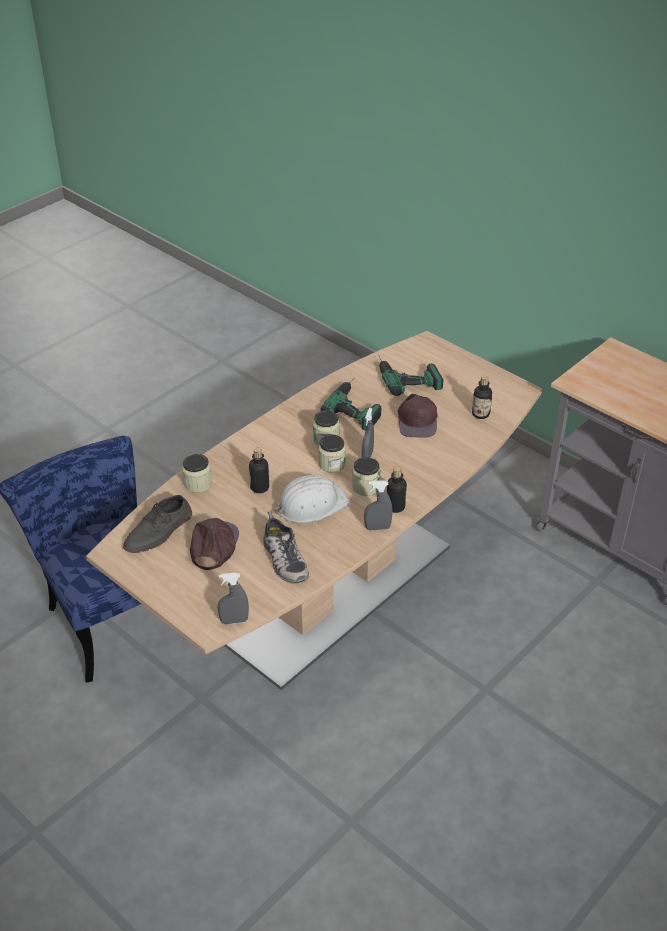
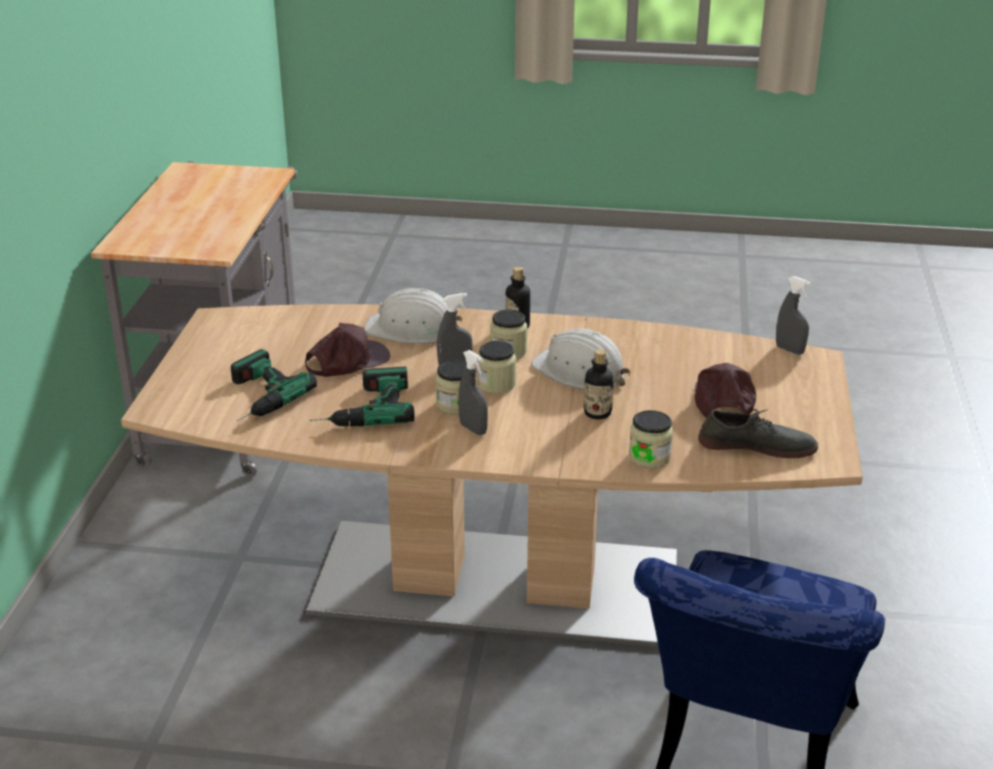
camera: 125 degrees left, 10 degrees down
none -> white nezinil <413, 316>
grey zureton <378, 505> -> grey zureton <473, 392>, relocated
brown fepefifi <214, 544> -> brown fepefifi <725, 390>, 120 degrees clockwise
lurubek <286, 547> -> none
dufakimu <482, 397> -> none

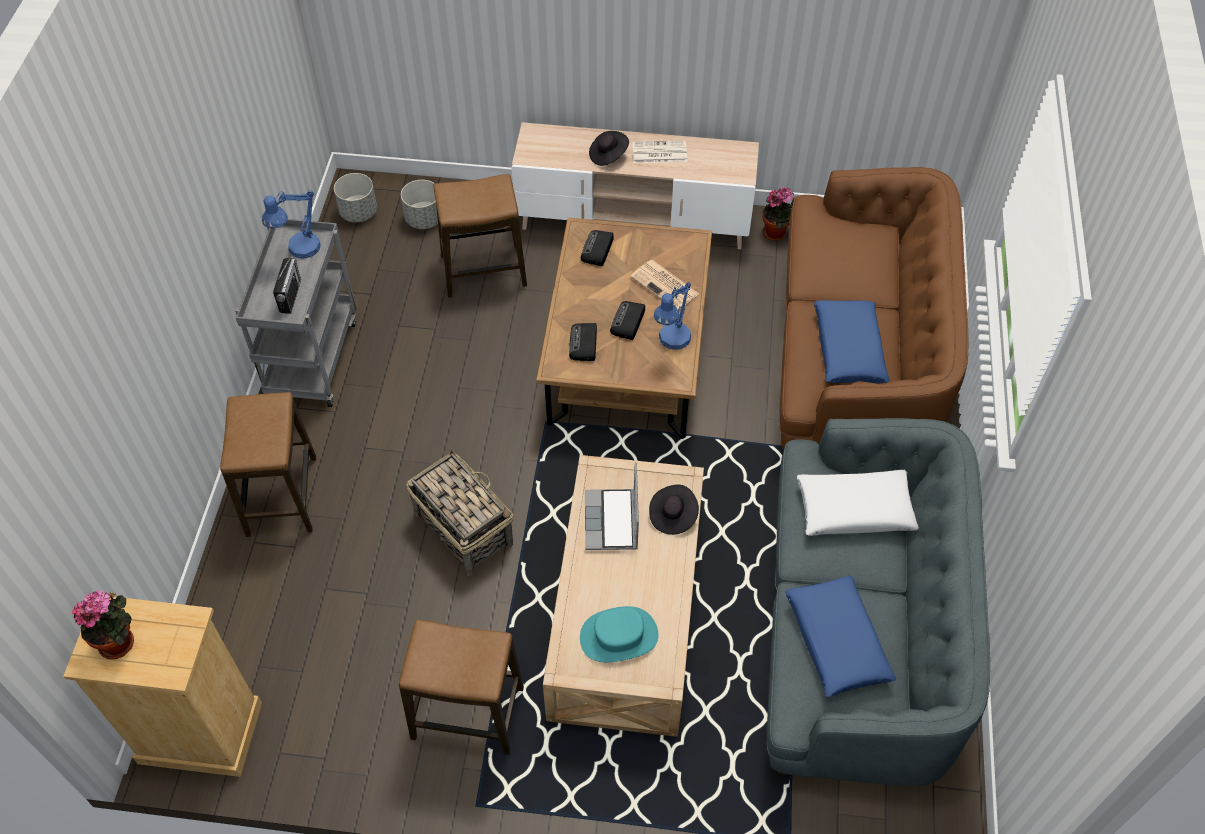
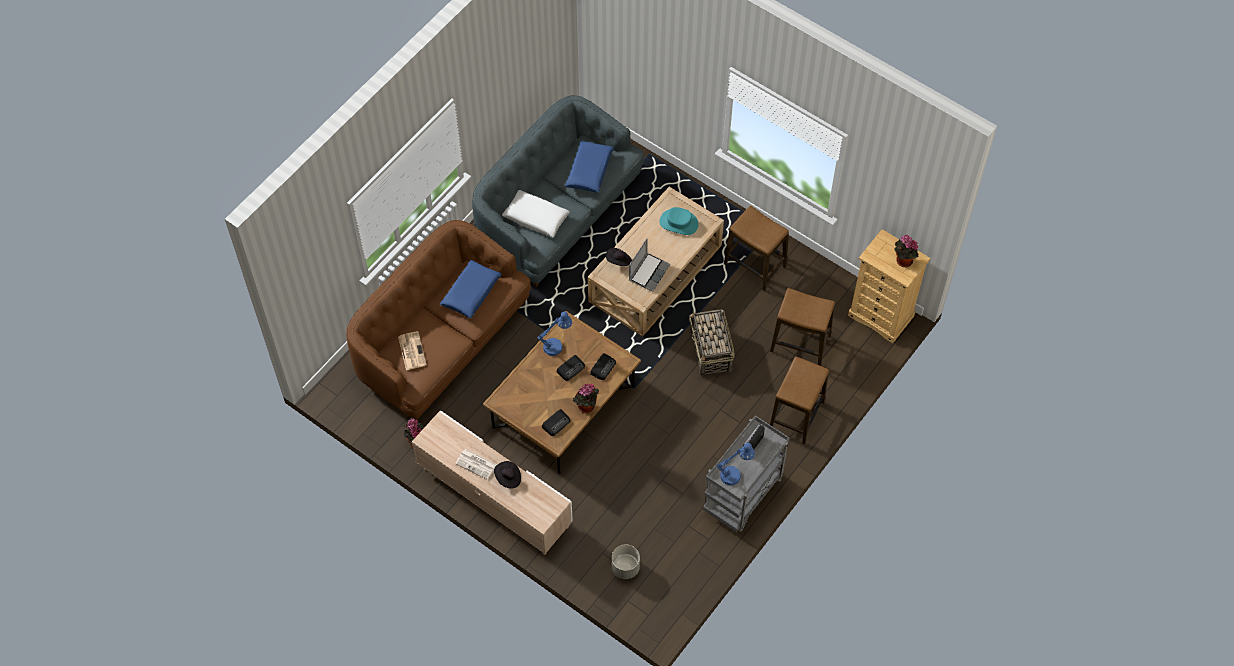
camera: 150 degrees left, 5 degrees up
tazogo <664, 284> -> tazogo <412, 350>, relocated
none -> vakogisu <585, 398>
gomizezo <480, 236> -> gomizezo <802, 327>, relocated
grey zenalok <355, 197> -> none

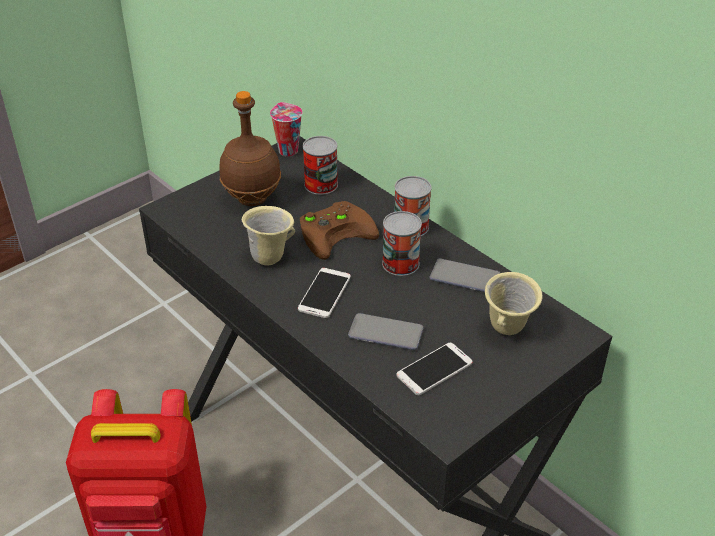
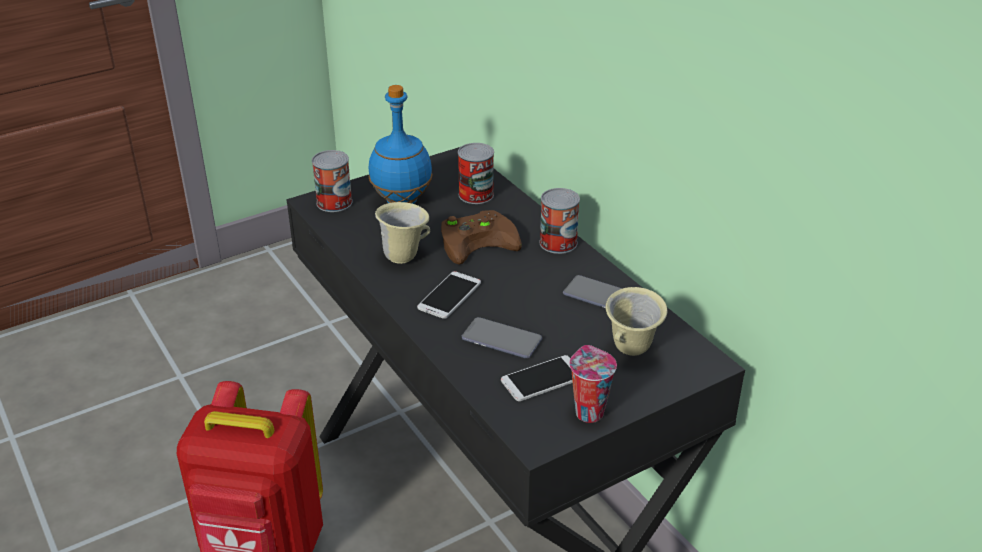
camera: 10 degrees right, 5 degrees down
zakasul <402, 243> -> zakasul <332, 181>, relocated
brown dufakimu <250, 148> -> blue dufakimu <401, 144>
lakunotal <286, 129> -> lakunotal <593, 384>, relocated

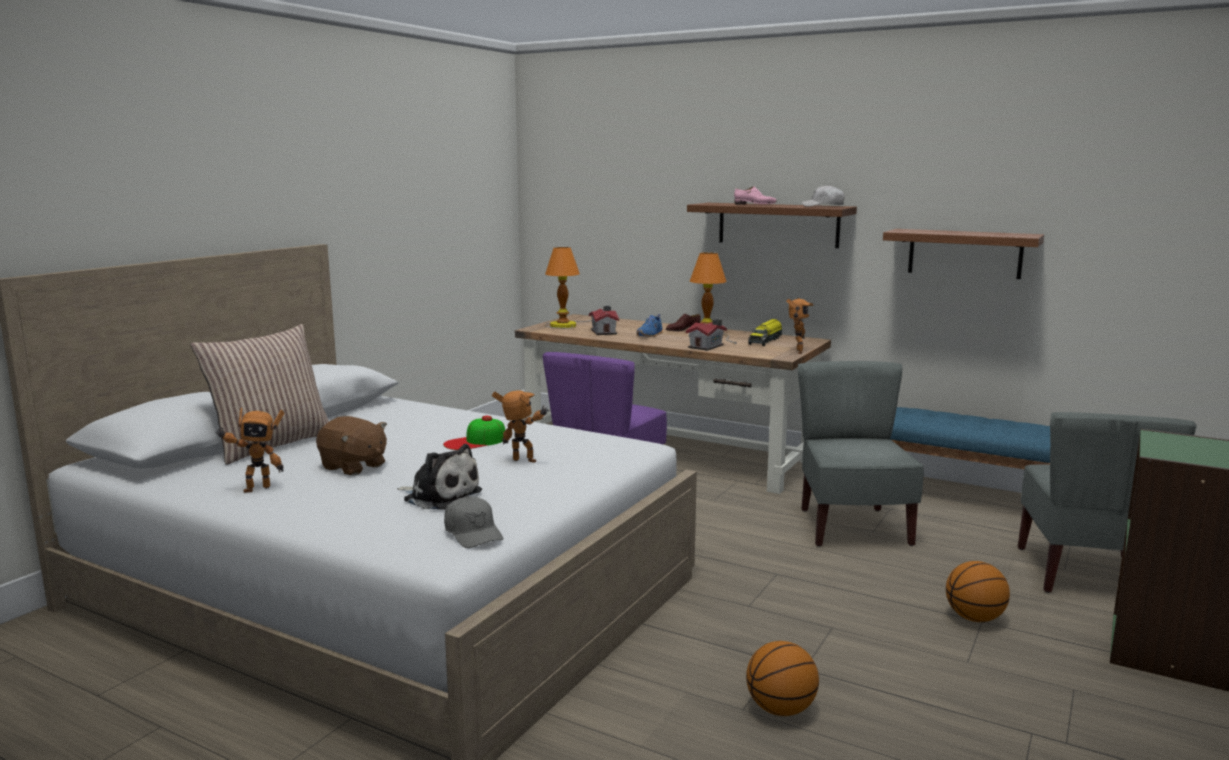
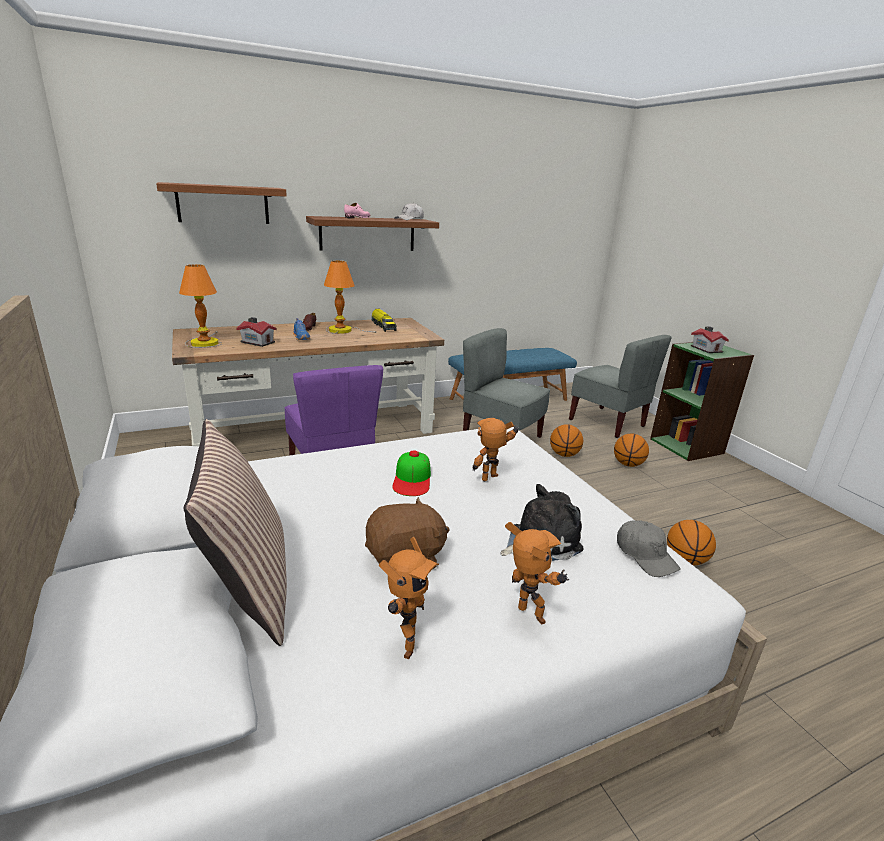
camera: 55 degrees left, 10 degrees up
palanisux <963, 254> -> palanisux <221, 203>, relocated
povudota <800, 326> -> povudota <537, 573>, relocated
none -> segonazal <566, 440>
grey fepefifi <474, 522> -> grey fepefifi <649, 548>, 60 degrees clockwise
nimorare <706, 335> -> nimorare <710, 339>, relocated

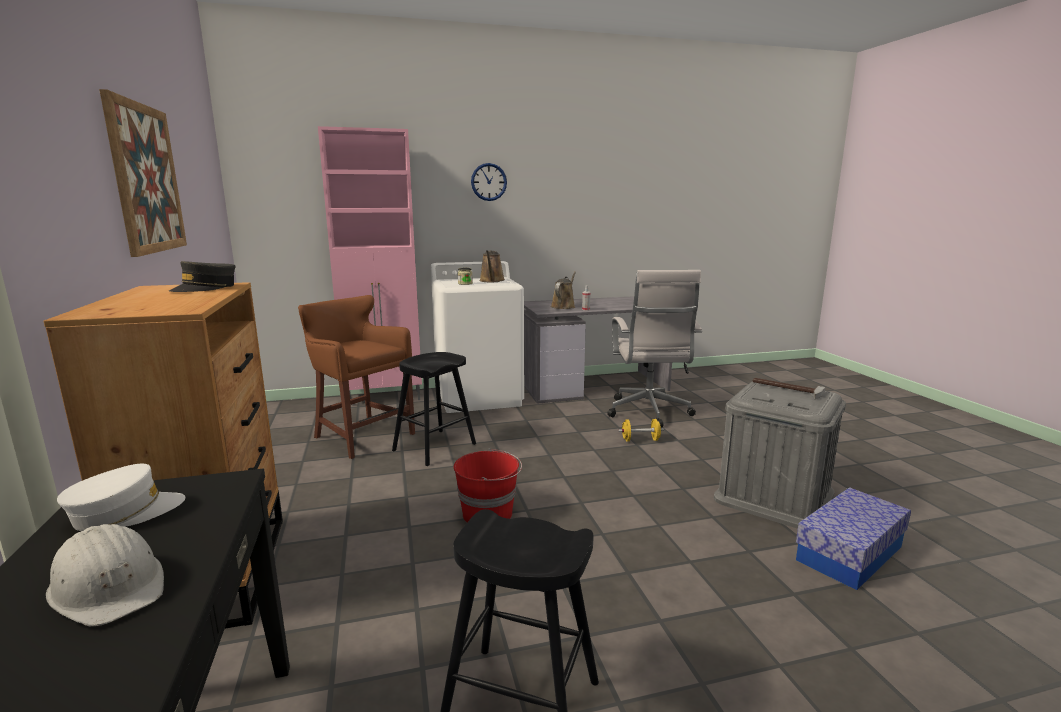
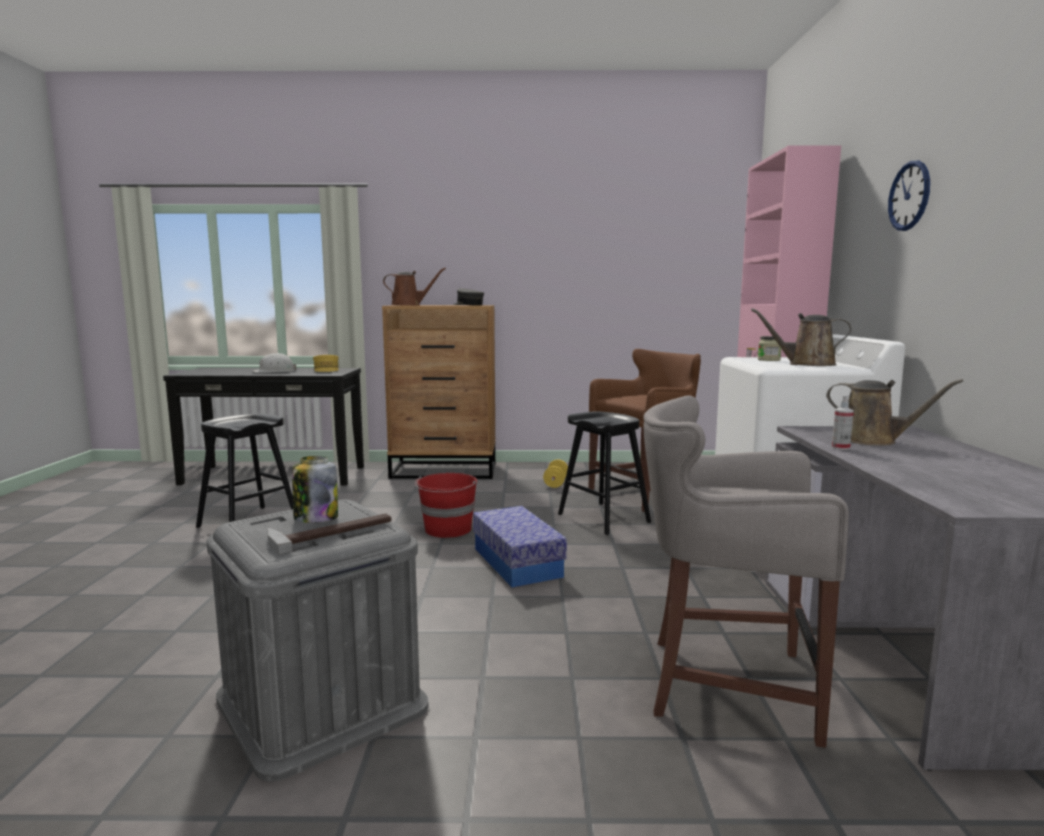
camera: 105 degrees right, 5 degrees down
none -> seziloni <315, 489>
white fepefifi <121, 497> -> yellow fepefifi <326, 363>
none -> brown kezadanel <414, 286>
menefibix <853, 538> -> menefibix <520, 547>, relocated
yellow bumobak <641, 430> -> yellow bumobak <555, 474>, relocated
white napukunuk <654, 348> -> grey gomizezo <746, 571>
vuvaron <143, 173> -> none

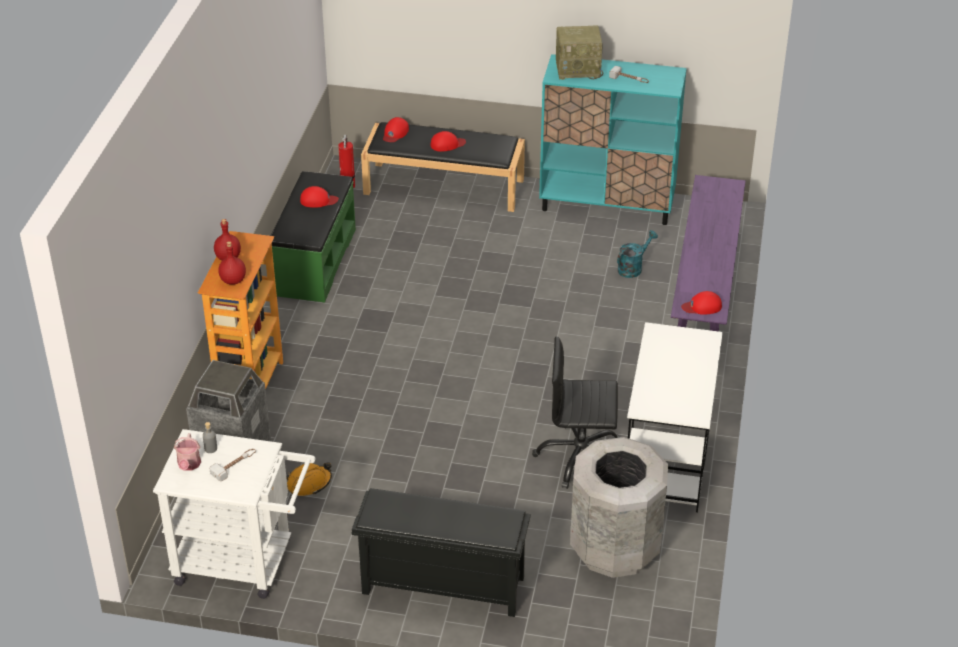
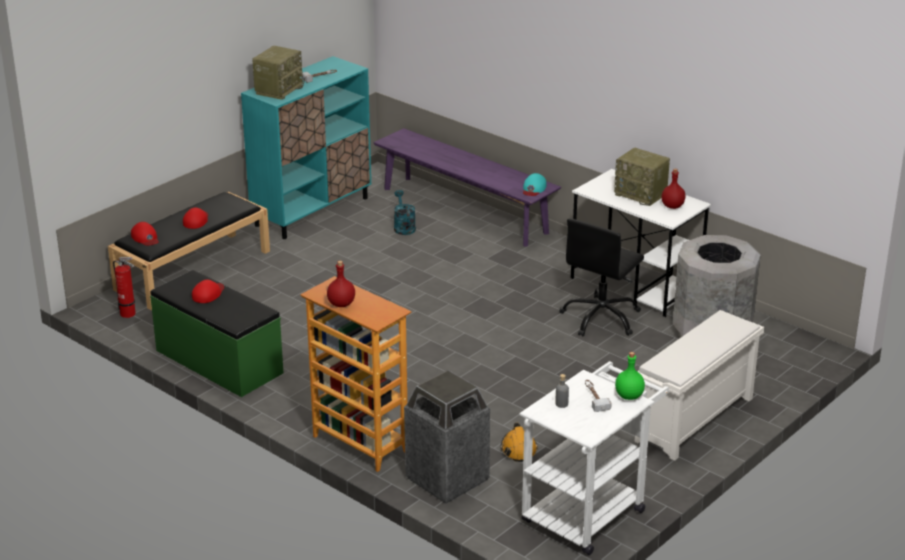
camera: 60 degrees left, 10 degrees down
red fepefifi <701, 303> -> turquoise fepefifi <534, 184>
none -> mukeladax <642, 177>
none -> green dufakimu <630, 376>
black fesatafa <441, 552> -> white fesatafa <699, 385>
red dufakimu <232, 263> -> red dufakimu <673, 189>, relocated
kezadanel <187, 452> -> none

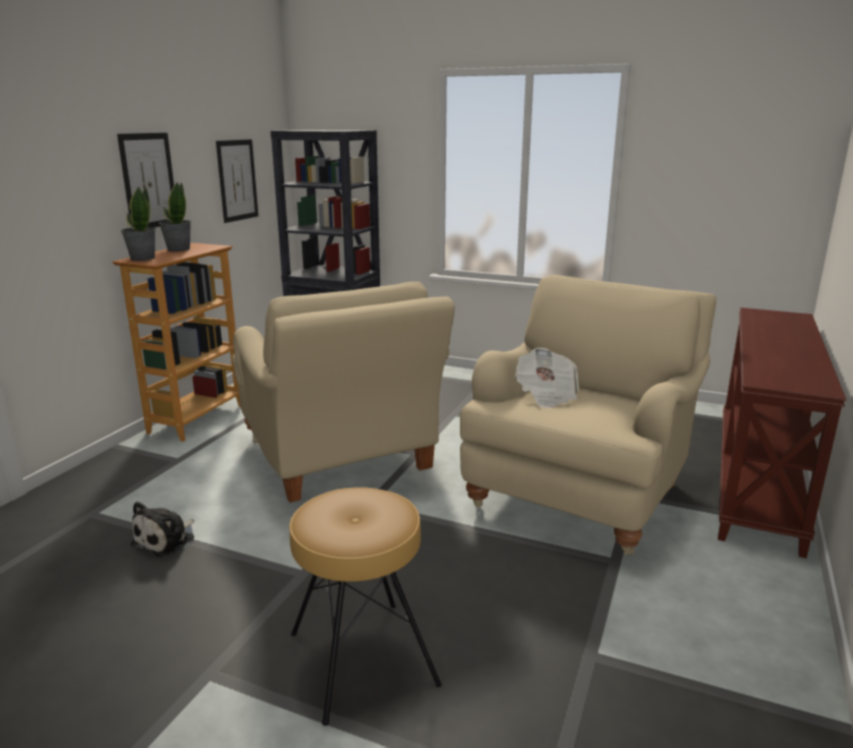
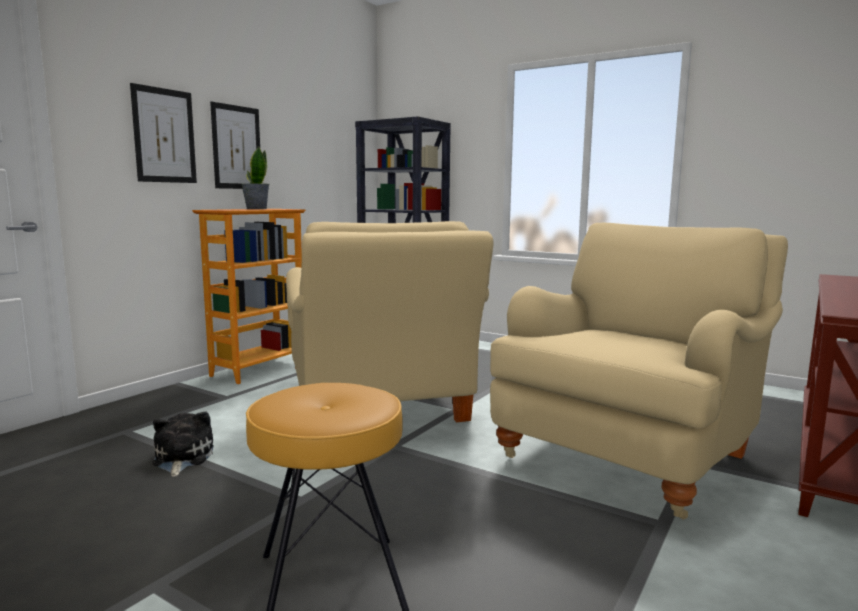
camera: 10 degrees right, 10 degrees down
vuvaron <237, 181> -> vuvaron <163, 133>, relocated
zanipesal <162, 529> -> zanipesal <183, 444>, 135 degrees clockwise
vakogisu <138, 224> -> none
tazogo <547, 378> -> none

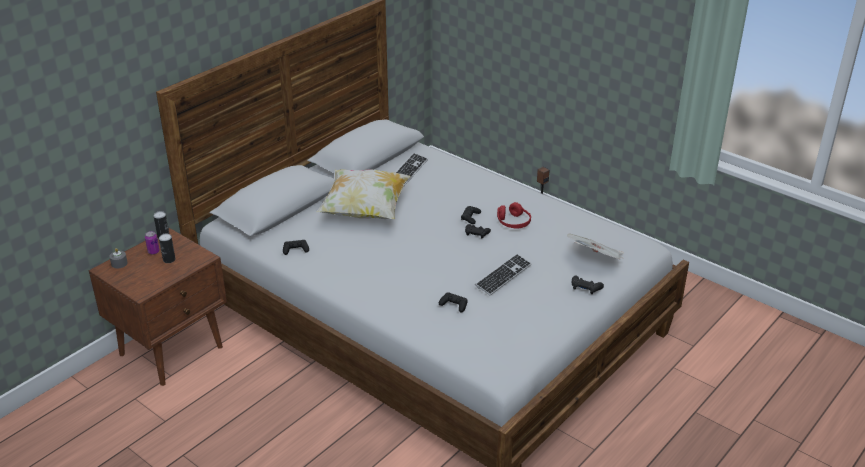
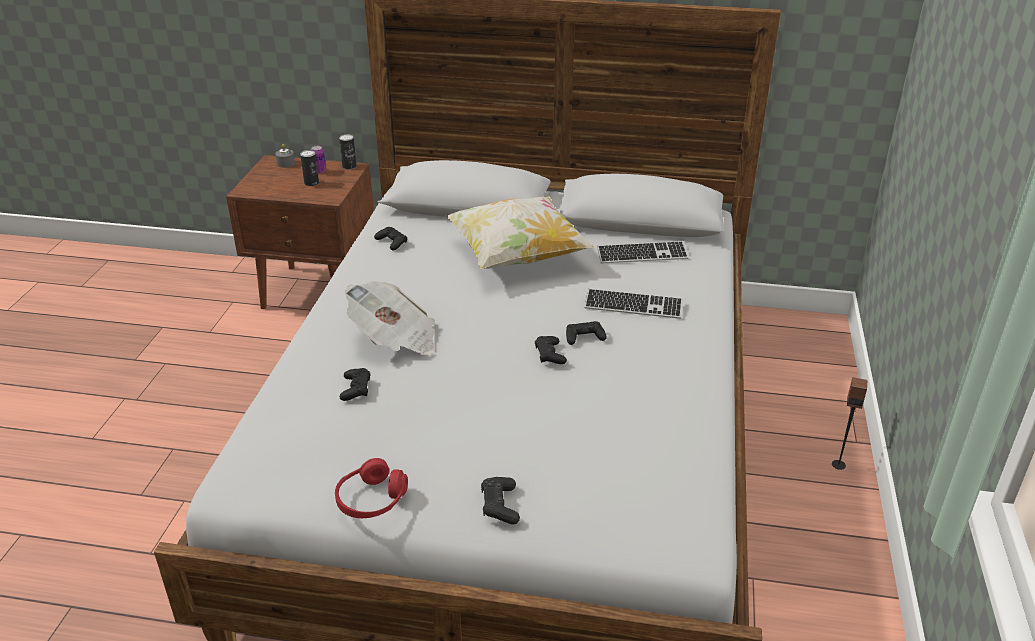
camera: 60 degrees right, 0 degrees up
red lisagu <514, 215> -> red lisagu <371, 488>, relocated
tazogo <595, 247> -> tazogo <390, 318>, relocated
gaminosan <503, 274> -> gaminosan <634, 303>, relocated

